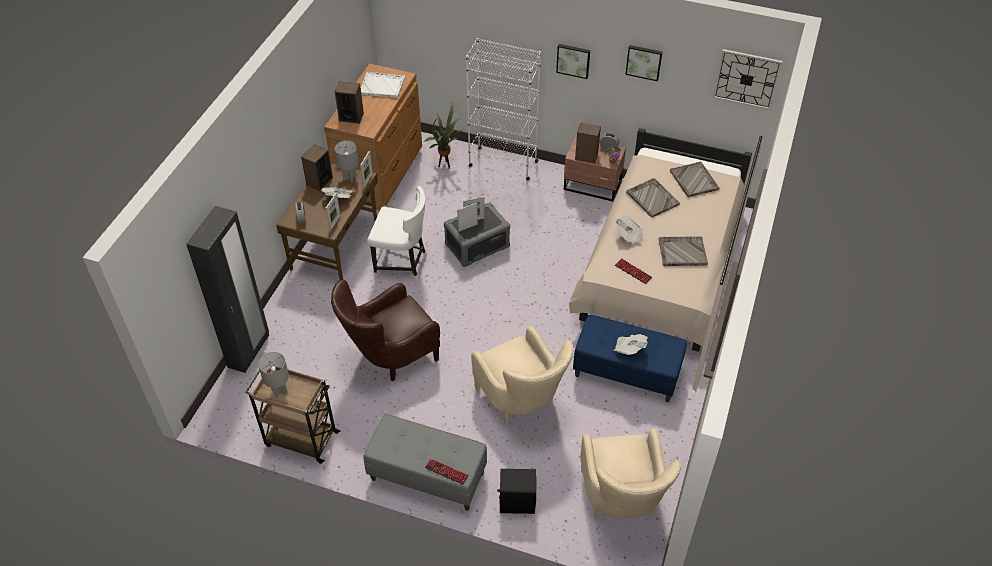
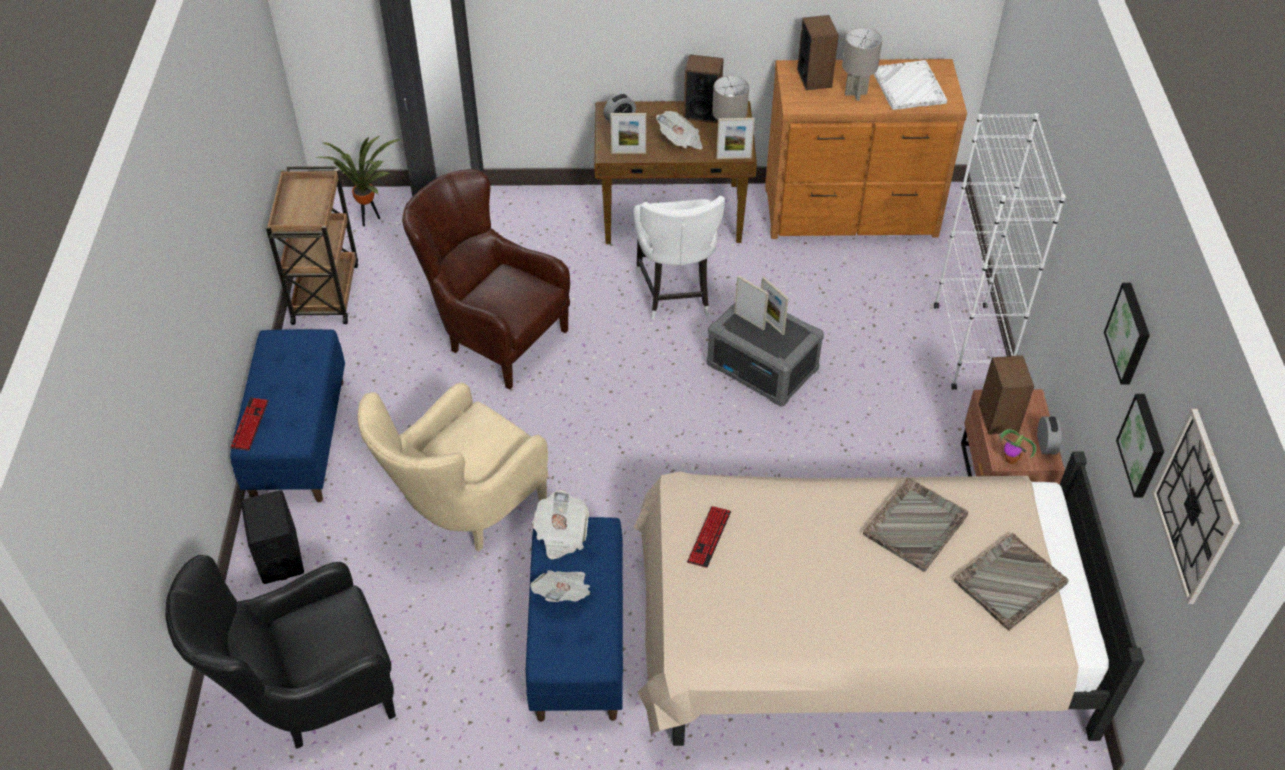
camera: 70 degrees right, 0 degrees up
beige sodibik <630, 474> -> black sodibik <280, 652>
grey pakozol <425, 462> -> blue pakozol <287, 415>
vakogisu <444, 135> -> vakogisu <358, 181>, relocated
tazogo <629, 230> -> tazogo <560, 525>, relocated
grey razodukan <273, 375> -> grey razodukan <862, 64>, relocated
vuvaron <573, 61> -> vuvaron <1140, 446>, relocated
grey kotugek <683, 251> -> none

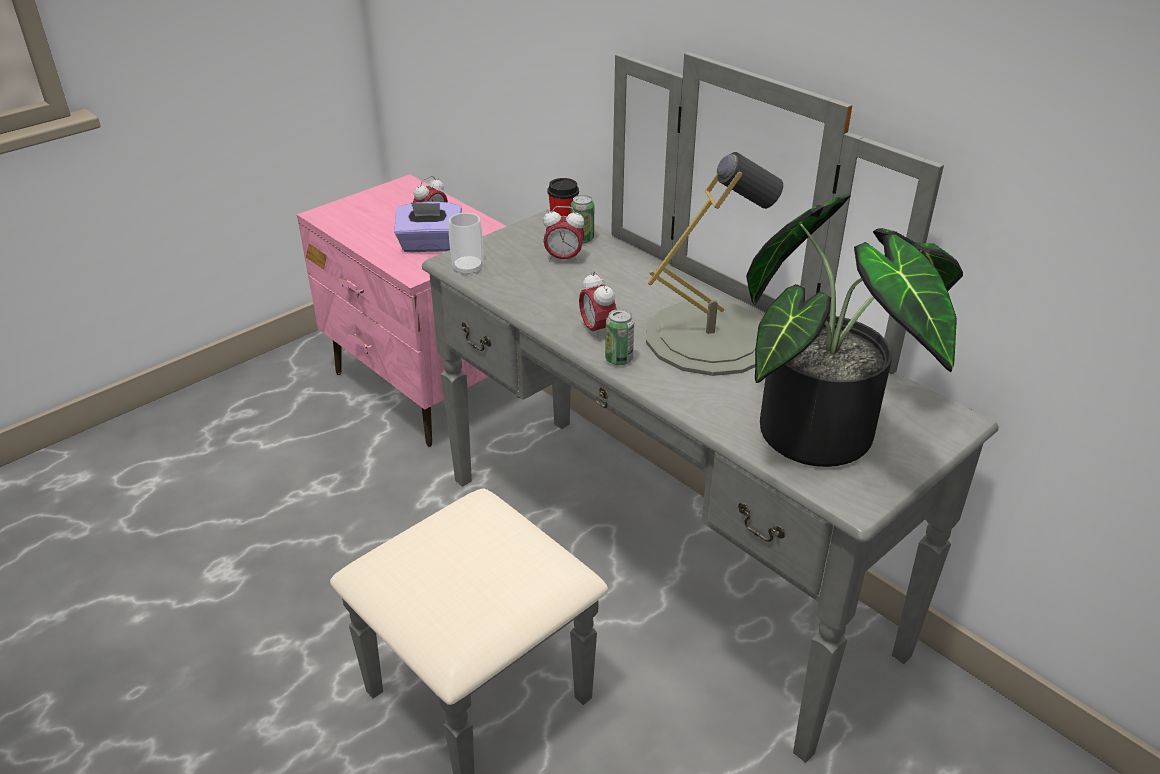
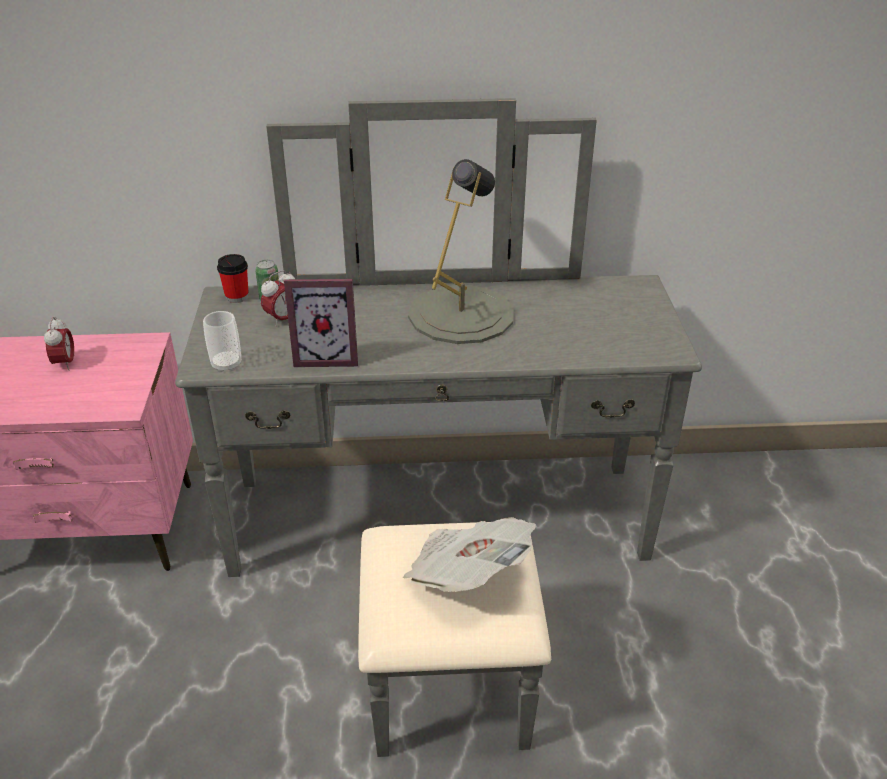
camera: 50 degrees left, 0 degrees up
none -> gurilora <321, 323>
none -> tazogo <469, 554>
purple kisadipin <428, 226> -> none
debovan <597, 305> -> none
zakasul <619, 337> -> none
vakogisu <854, 330> -> none

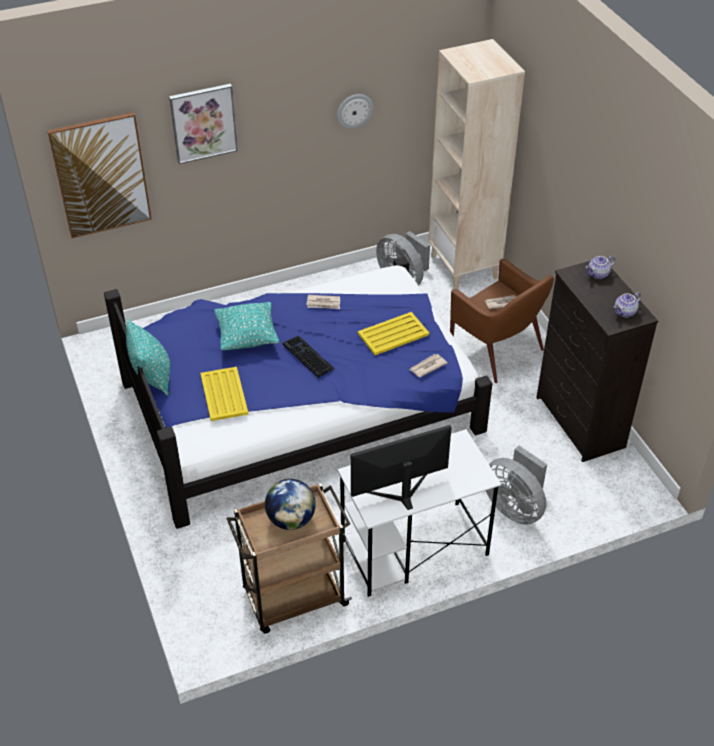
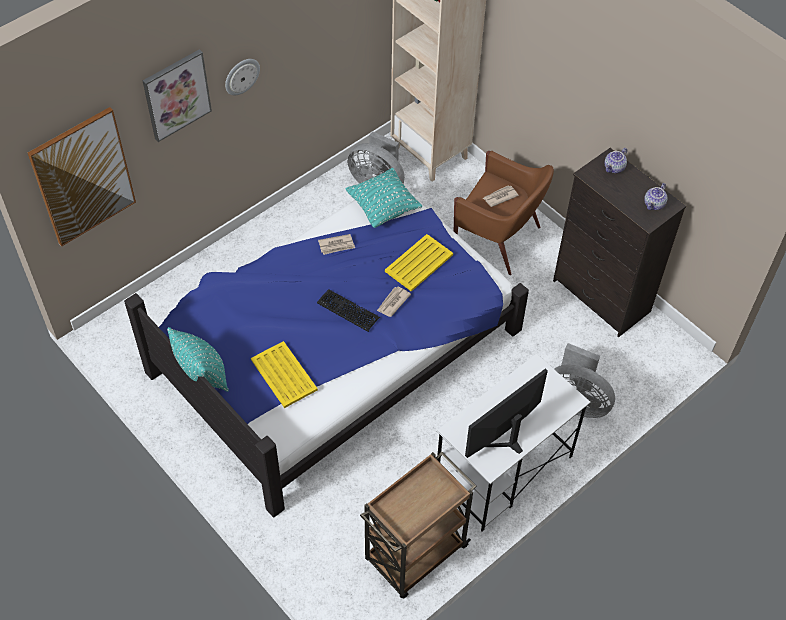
camera: 20 degrees left, 10 degrees up
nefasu <355, 111> -> nefasu <242, 77>, relocated
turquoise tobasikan <246, 326> -> turquoise tobasikan <384, 198>, relocated
tazogo <428, 365> -> tazogo <394, 302>, relocated
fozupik <290, 504> -> none

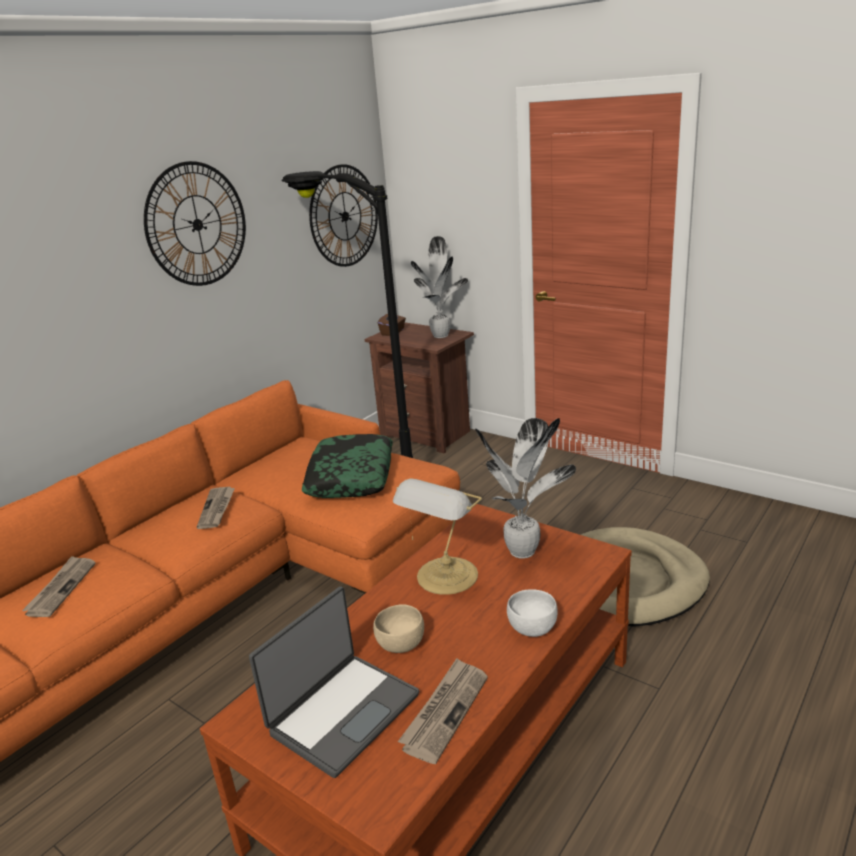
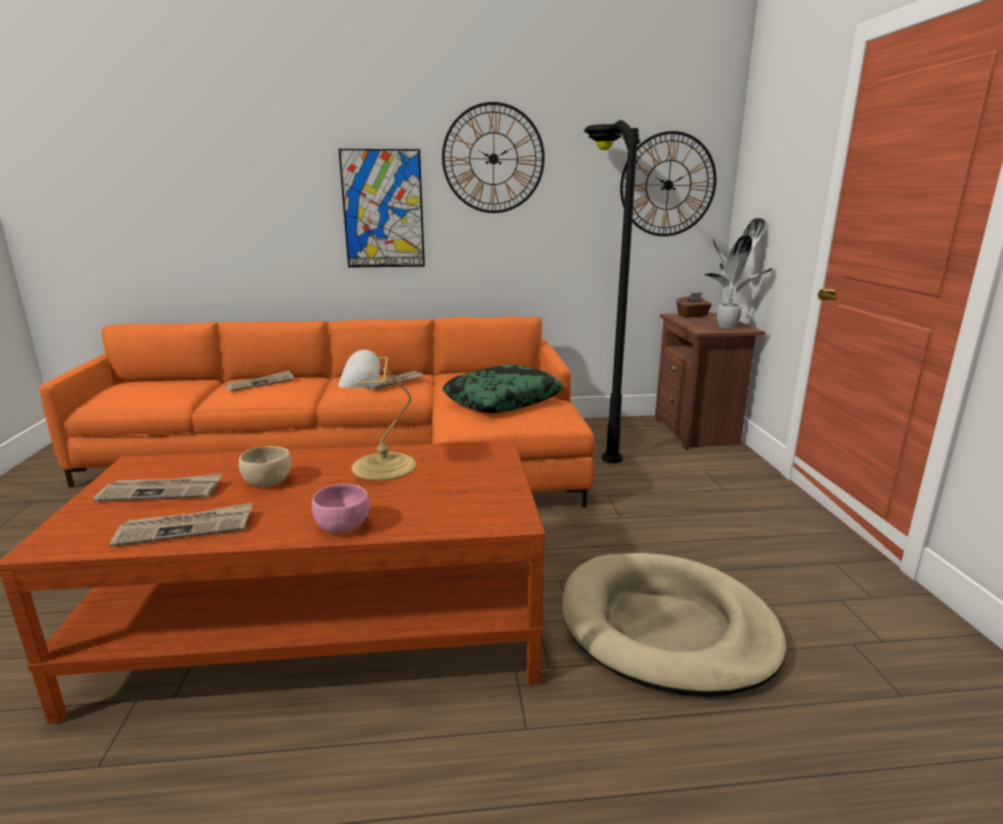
camera: 45 degrees right, 5 degrees down
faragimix <334, 682> -> tazogo <157, 488>
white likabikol <532, 613> -> pink likabikol <340, 508>
none -> vuvaron <381, 208>
vakogisu <525, 488> -> none

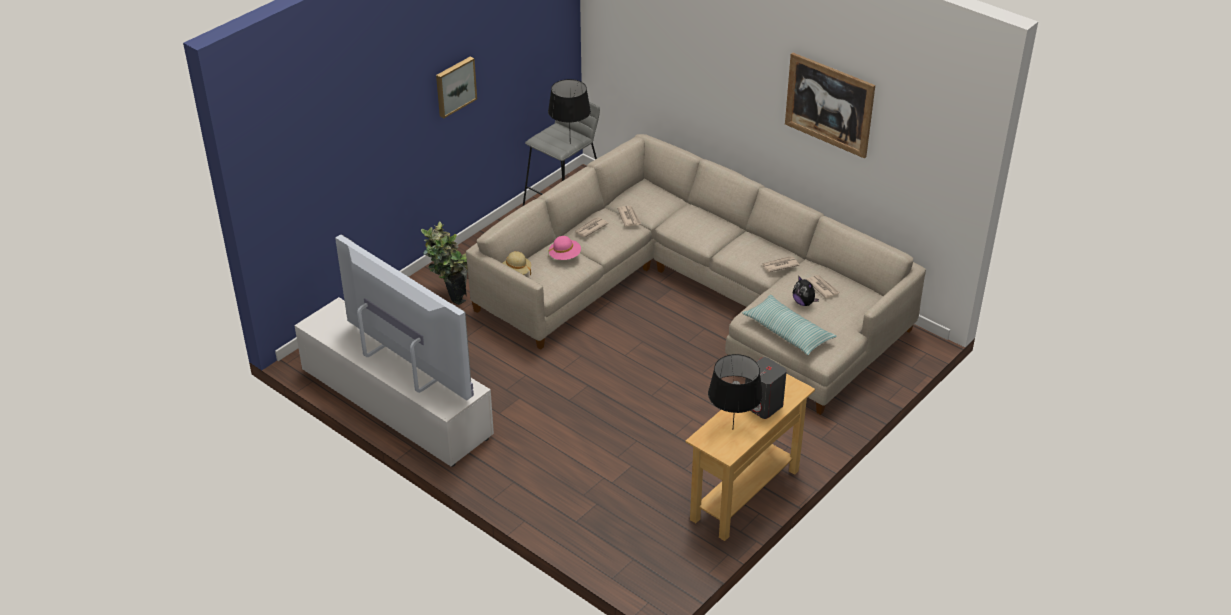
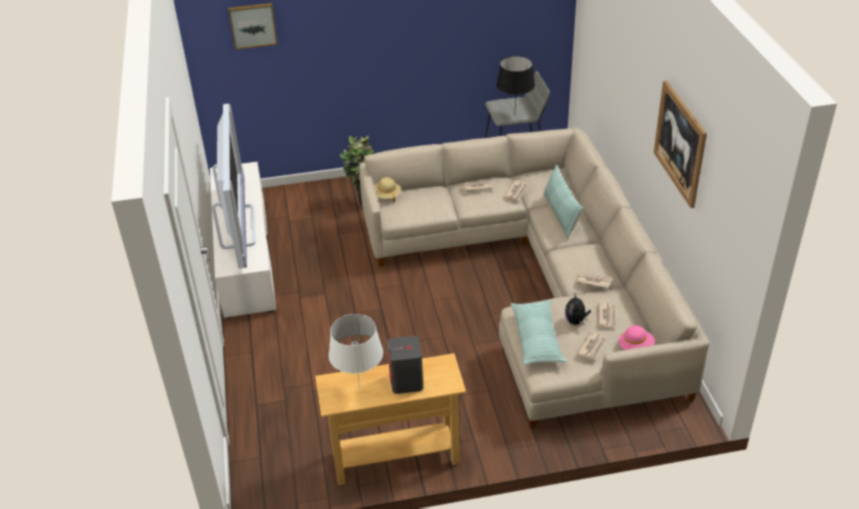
camera: 40 degrees right, 0 degrees up
vuvaron <456, 87> -> vuvaron <253, 26>, relocated
black razodukan <735, 390> -> white razodukan <356, 351>
none -> tobasikan <563, 201>
none -> tazogo <591, 345>
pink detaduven <565, 248> -> pink detaduven <637, 337>, relocated

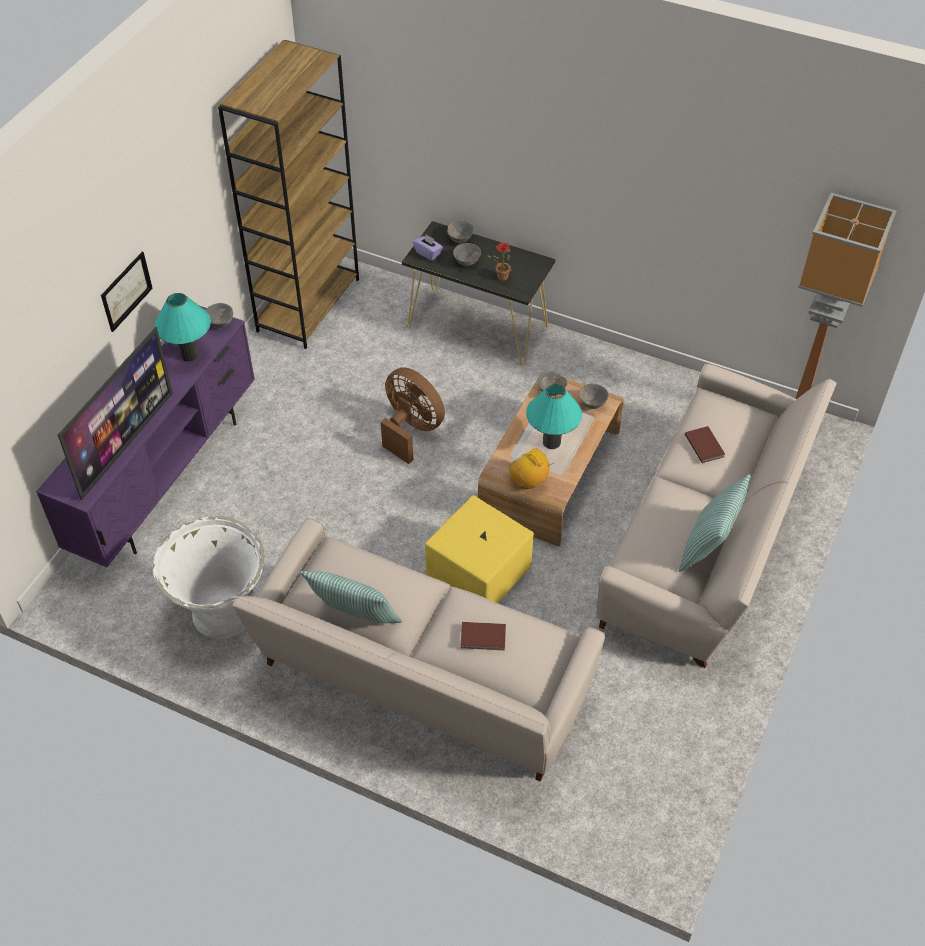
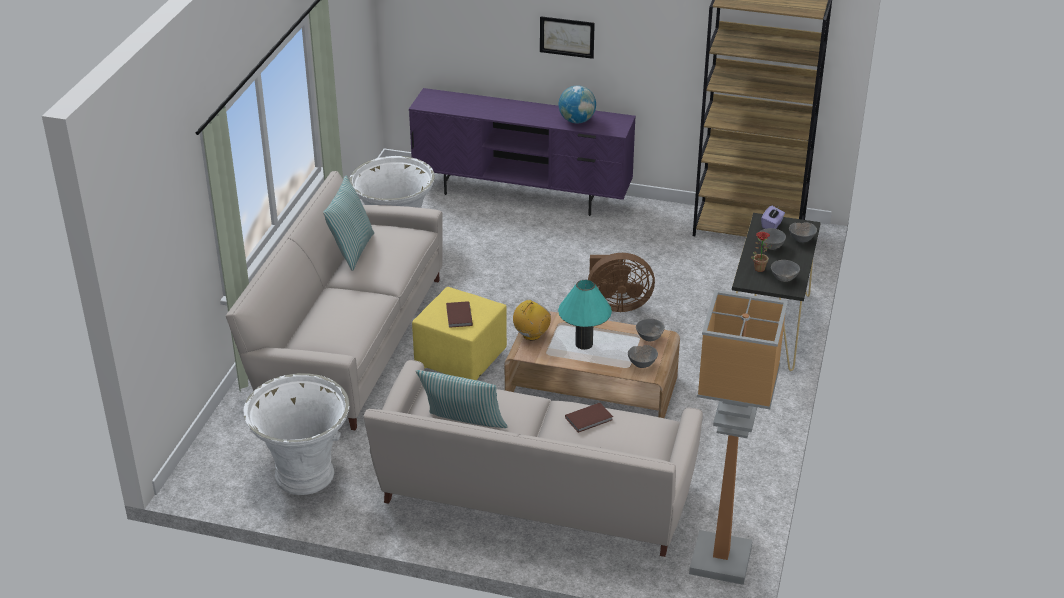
camera: 80 degrees right, 15 degrees down
none -> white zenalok <296, 434>
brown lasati <483, 636> -> brown lasati <459, 314>, relocated
turquoise razodukan <182, 327> -> fozupik <577, 104>
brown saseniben <413, 415> -> brown saseniben <621, 282>, 60 degrees clockwise
grey likabikol <219, 315> -> grey likabikol <785, 271>, relocated
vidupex <115, 413> -> none

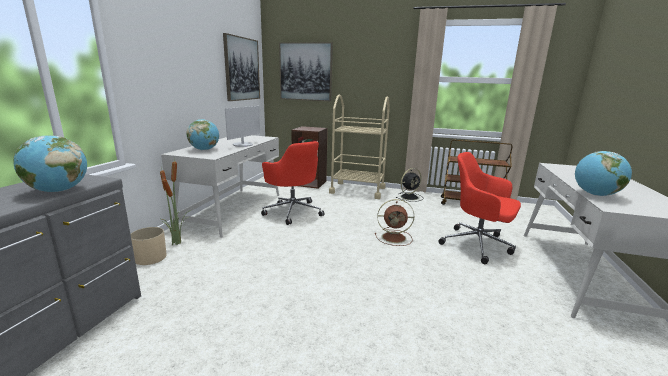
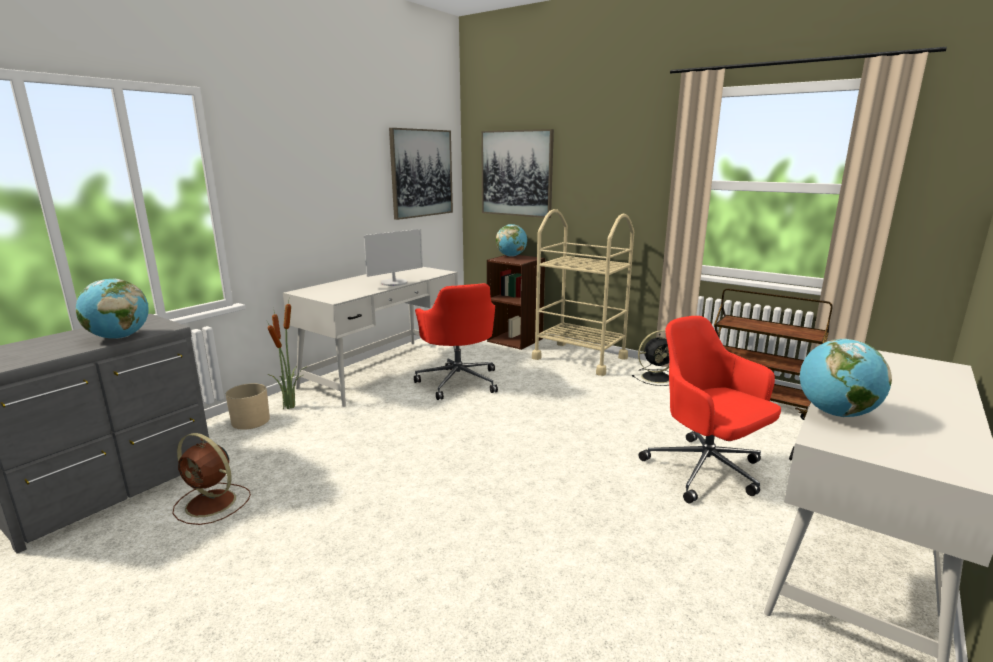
camera: 20 degrees right, 0 degrees up
brown saseniben <394, 222> -> brown saseniben <212, 479>, relocated
fozupik <203, 134> -> fozupik <511, 240>, relocated

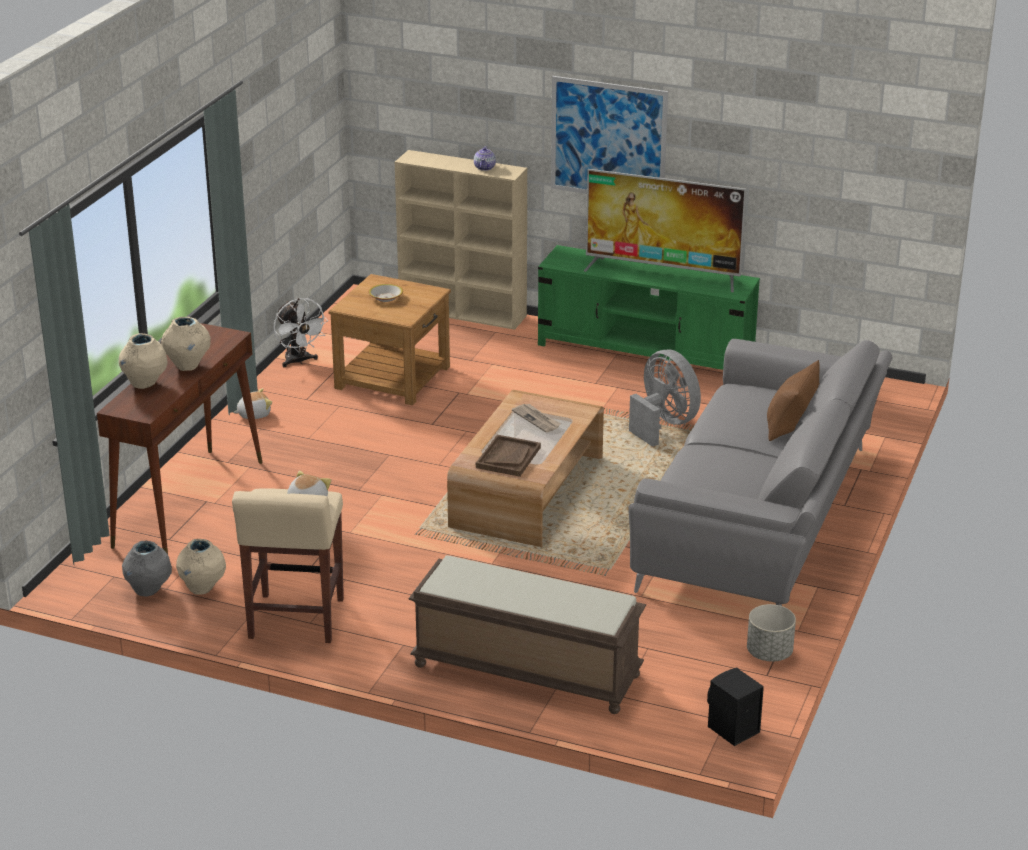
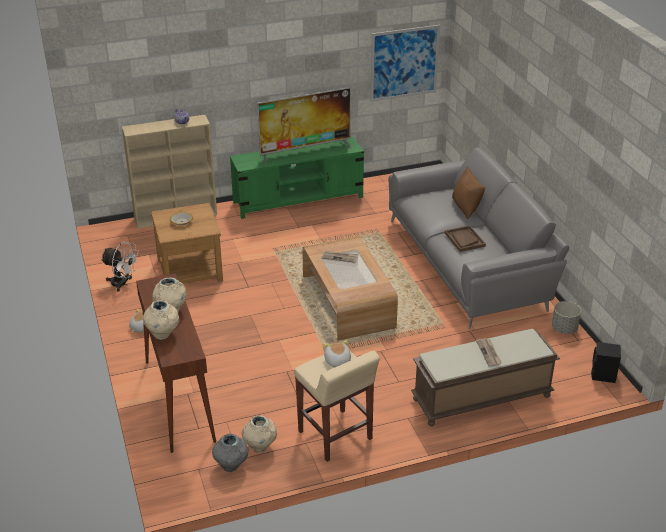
camera: 40 degrees left, 5 degrees up
vuvaron <609, 135> -> vuvaron <405, 63>, relocated
brown kotugek <508, 456> -> brown kotugek <465, 238>, relocated
none -> tazogo <489, 352>
grey saseniben <665, 398> -> none

